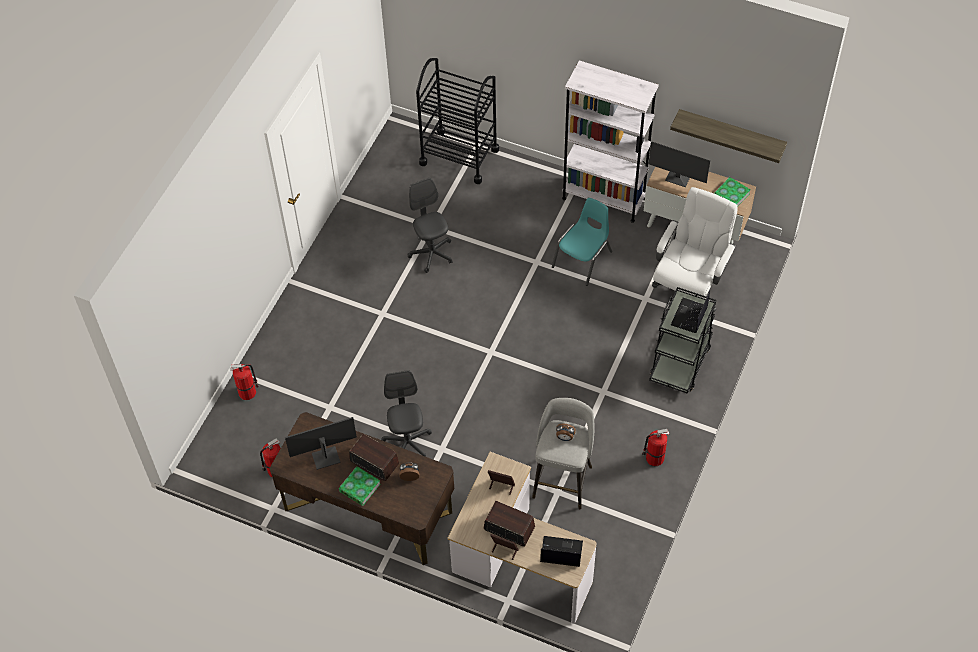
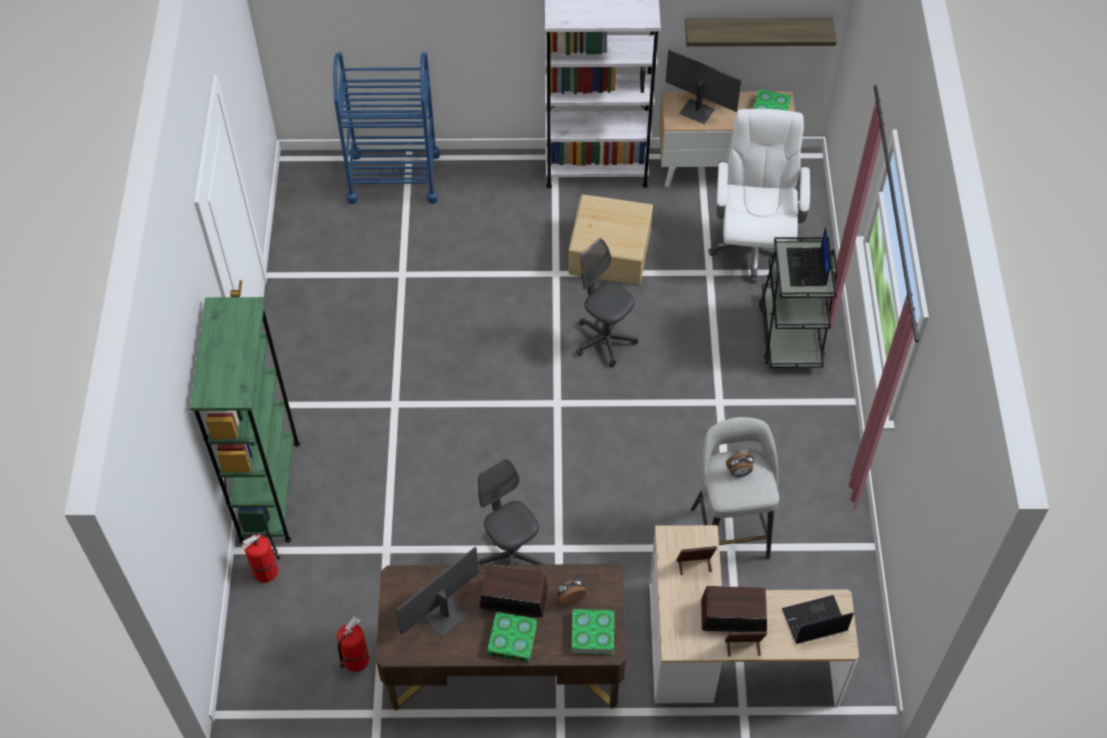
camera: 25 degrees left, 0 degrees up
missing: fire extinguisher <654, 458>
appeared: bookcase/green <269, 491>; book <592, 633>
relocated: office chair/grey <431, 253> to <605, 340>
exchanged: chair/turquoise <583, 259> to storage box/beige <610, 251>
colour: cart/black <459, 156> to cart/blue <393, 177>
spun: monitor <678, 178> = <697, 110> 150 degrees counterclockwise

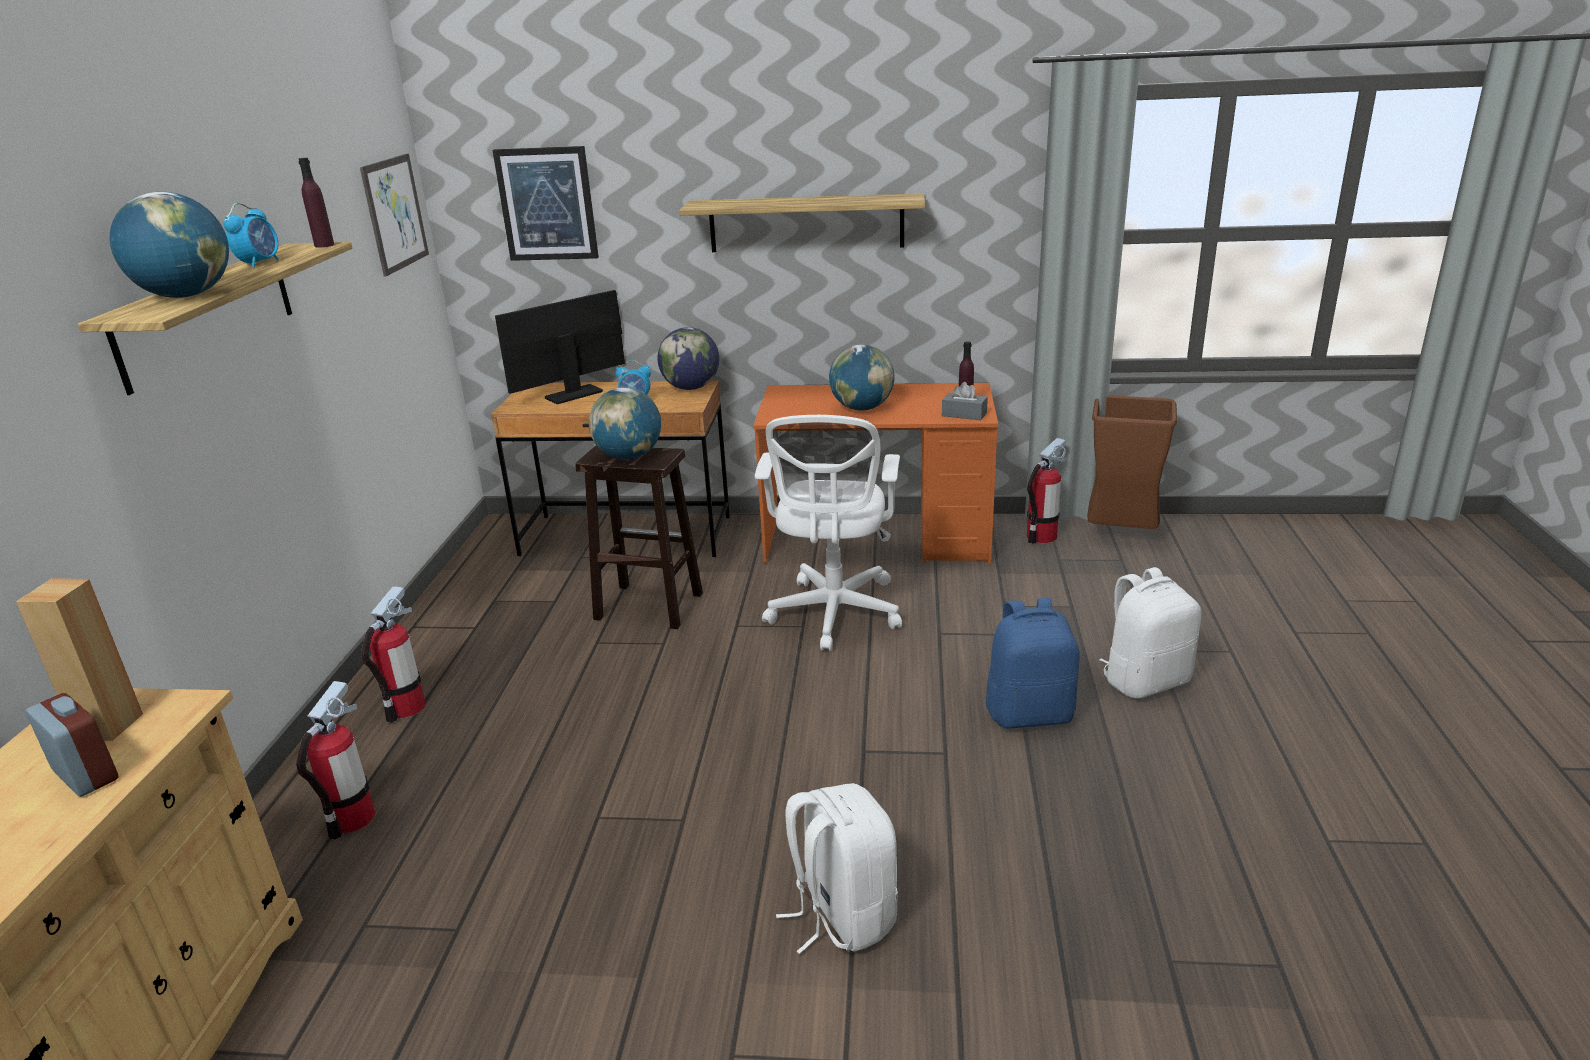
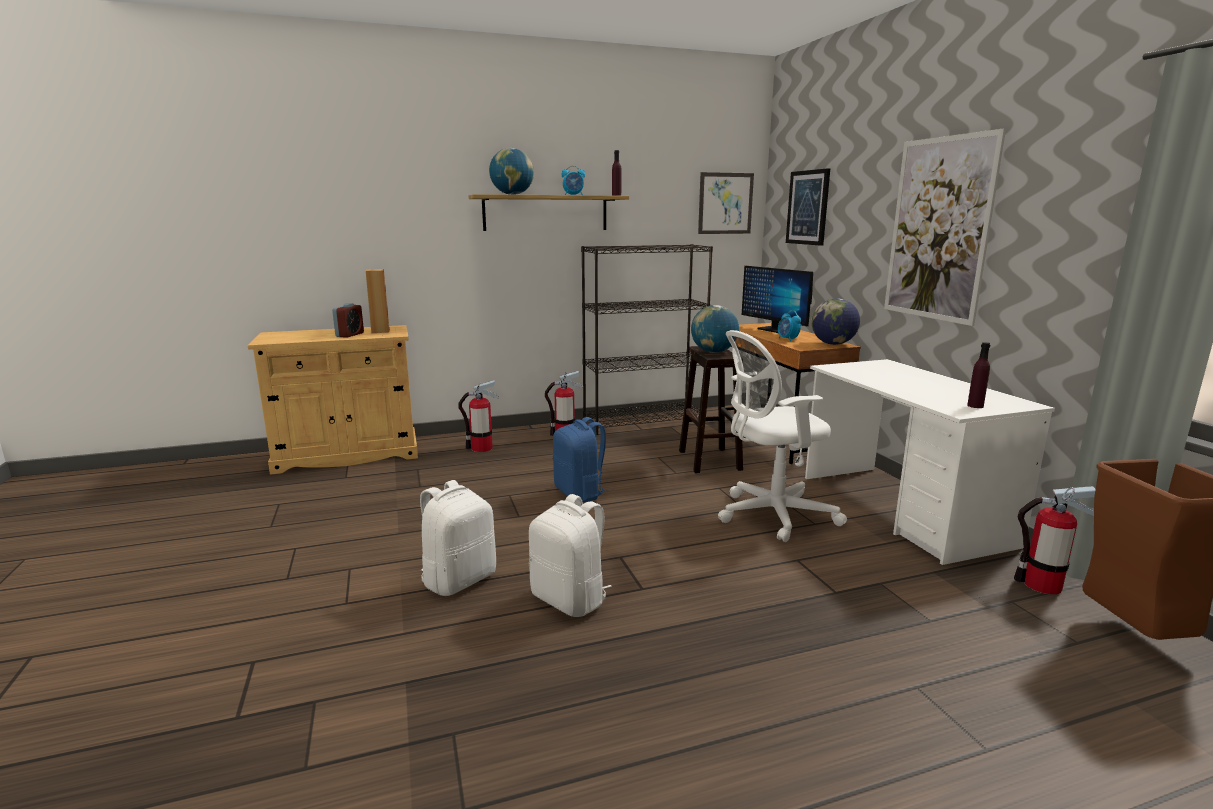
camera: 65 degrees right, 10 degrees down
missing: globe <862, 408>; tissue box/grey <964, 414>
appeared: bookcase/black <644, 422>
relocated: backpack/blue <1030, 713> to <580, 493>; backpack/white <1145, 680> to <570, 599>
exchanged: shelf <806, 223> to picture <938, 229>
colour: desk/orange <877, 540> to desk/white <901, 510>
spun: monitor <574, 394> = <775, 330> 150 degrees counterclockwise

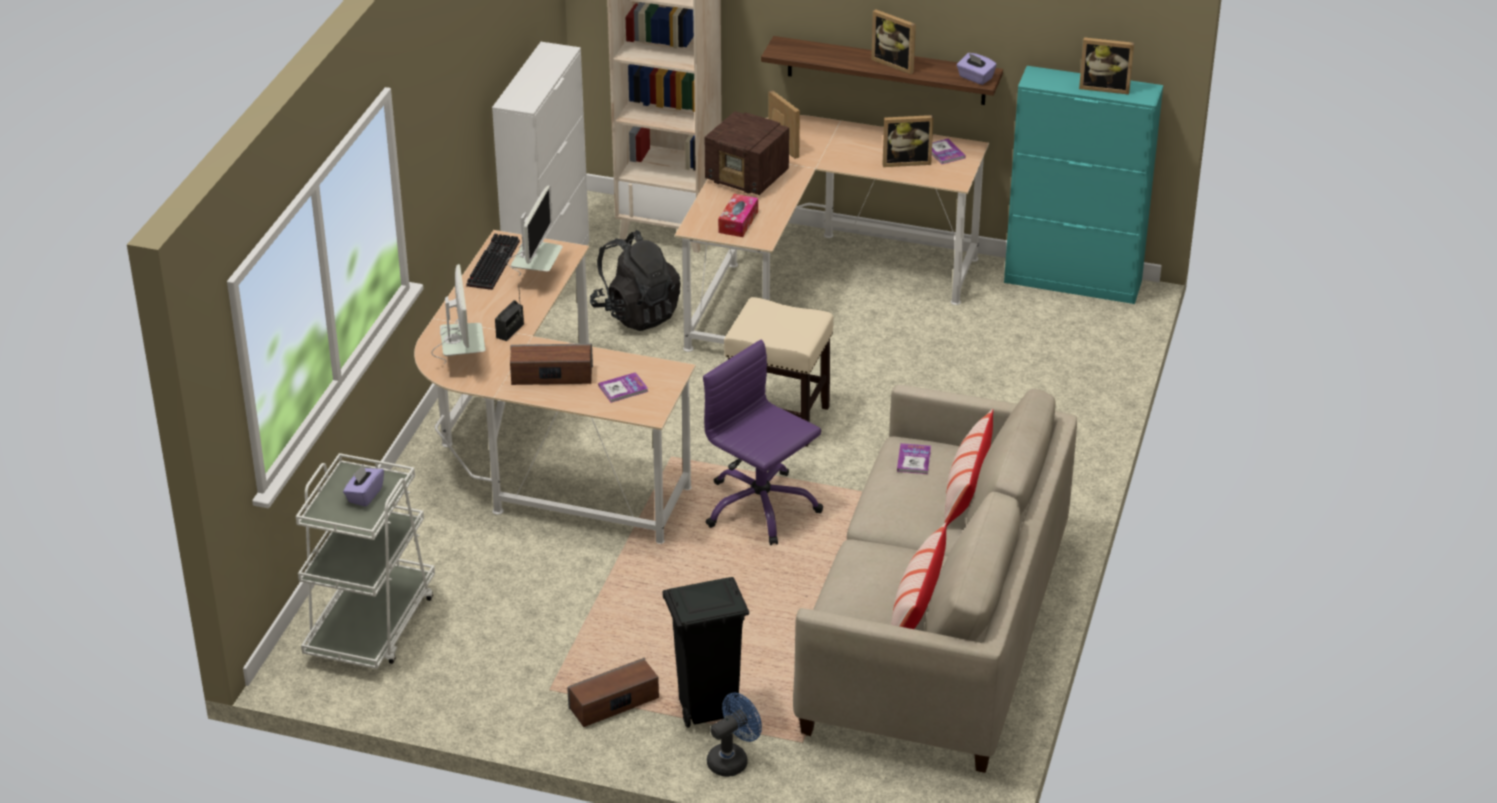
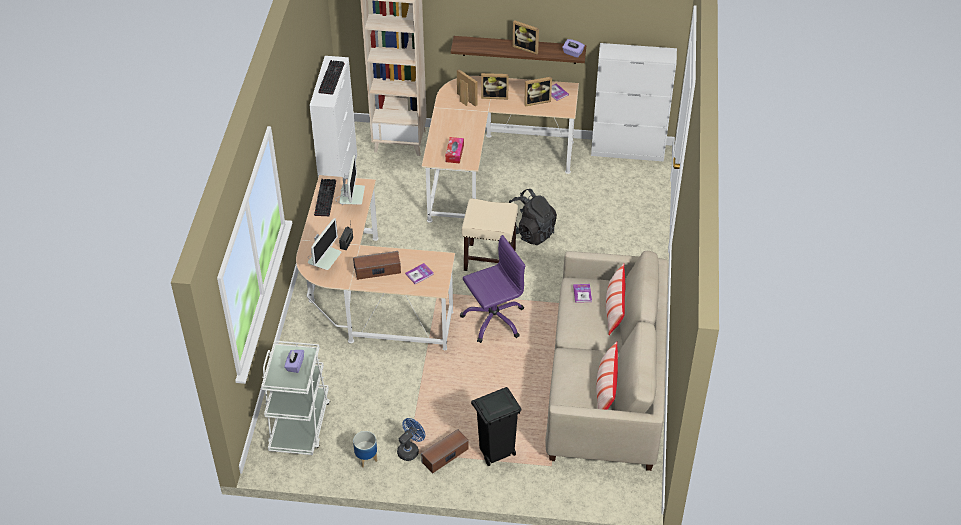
camera: 10 degrees left, 10 degrees up
missing: radio <748, 178>
appeared: keyboard <330, 77>; planter <366, 458>
relocated: backpack/black <636, 313> to <530, 232>; fan/blue <732, 759> to <410, 449>; picture frame <1104, 87> to <494, 96>
colour: cabinet/turquoise <1073, 282> to cabinet/white <628, 151>
spun: monitor <462, 361> = <325, 267> 45 degrees clockwise; office chair/purple <760, 507> = <493, 319> 120 degrees clockwise

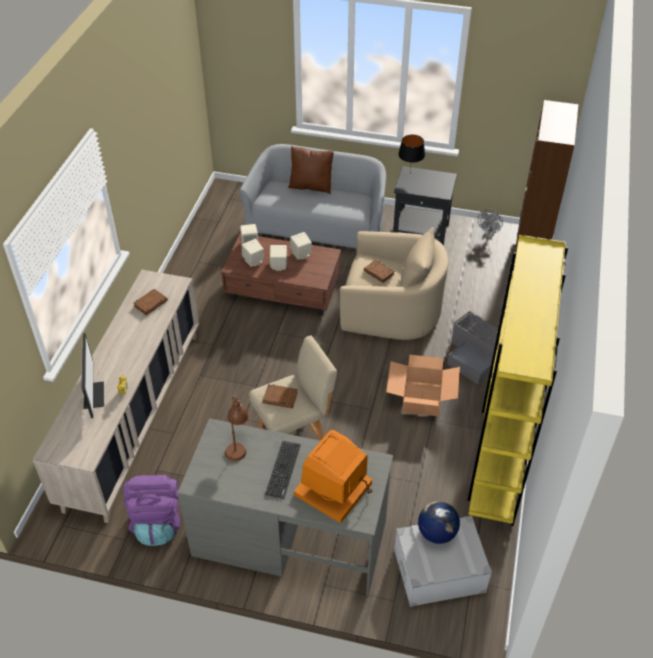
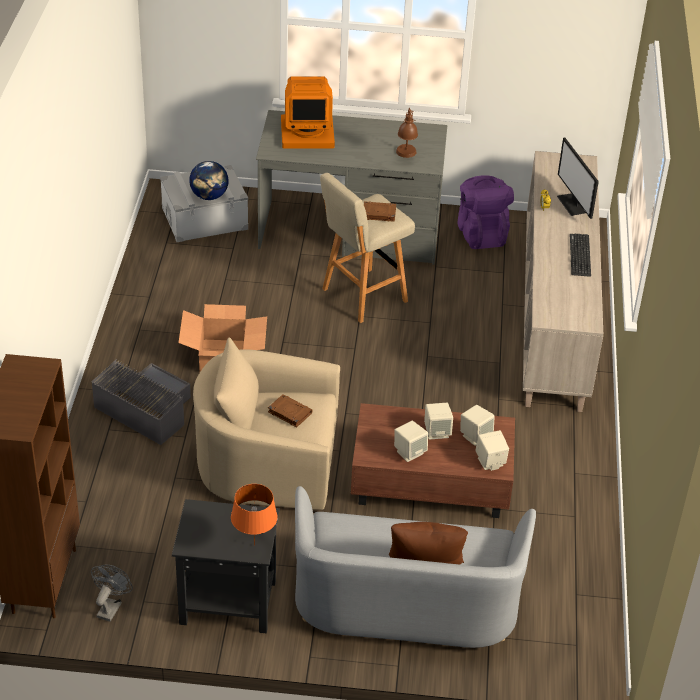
camera: 170 degrees right, 5 degrees down
missing: book/brown <151, 303>; bookcase/yellow <498, 459>
relocated: keyboard <283, 469> to <580, 255>
colour: table lamp/black <410, 174> to table lamp/orange <254, 545>
spun: monitor <334, 490> = <307, 133> 60 degrees clockwise

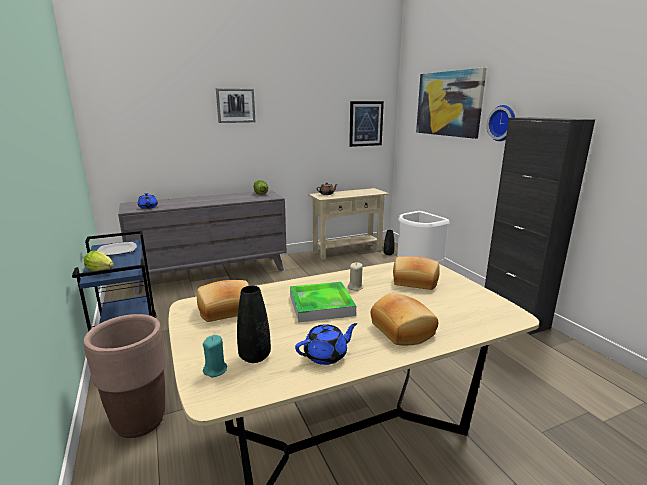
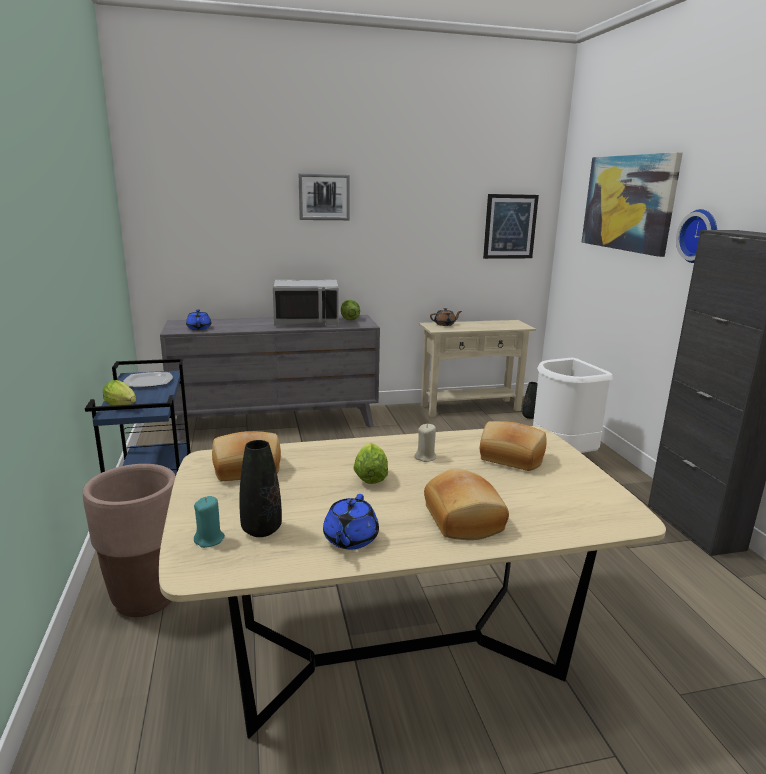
camera: 10 degrees right, 0 degrees up
appeared: microwave/grey <306, 322>
exchanged: tray <321, 305> to lettuce <370, 476>
spun: teapot/blue <326, 355> = <350, 539> 120 degrees clockwise

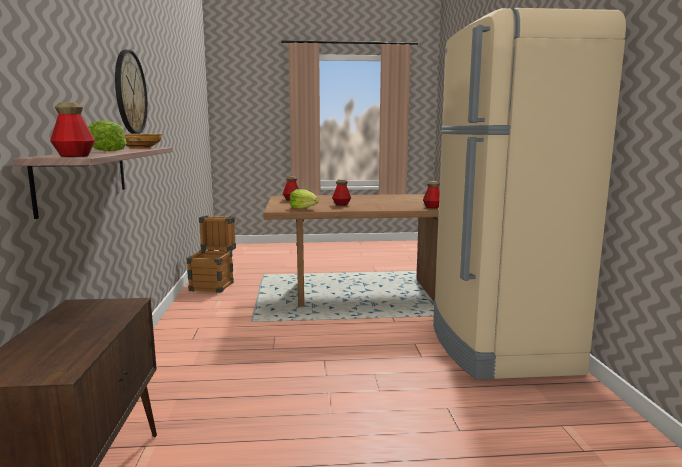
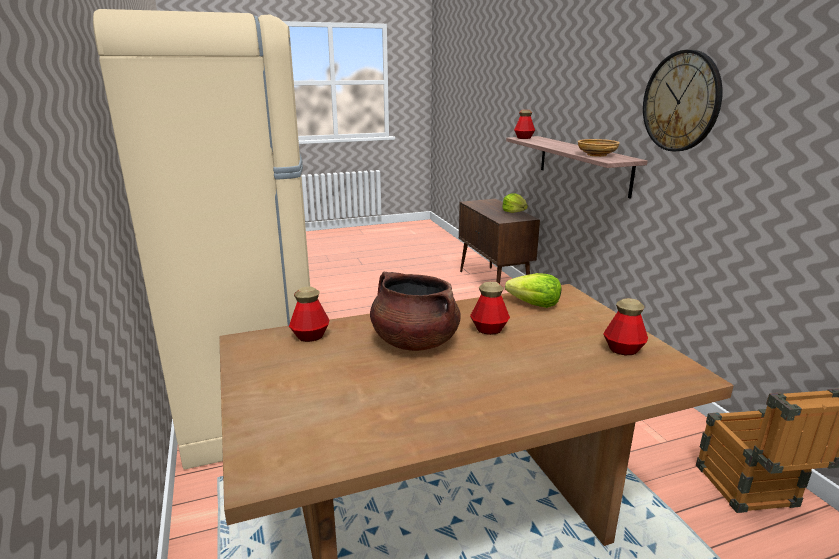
camera: 165 degrees right, 10 degrees up
appeared: cooking pot/brown <414, 342>
relocated: lettuce <108, 150> to <514, 212>

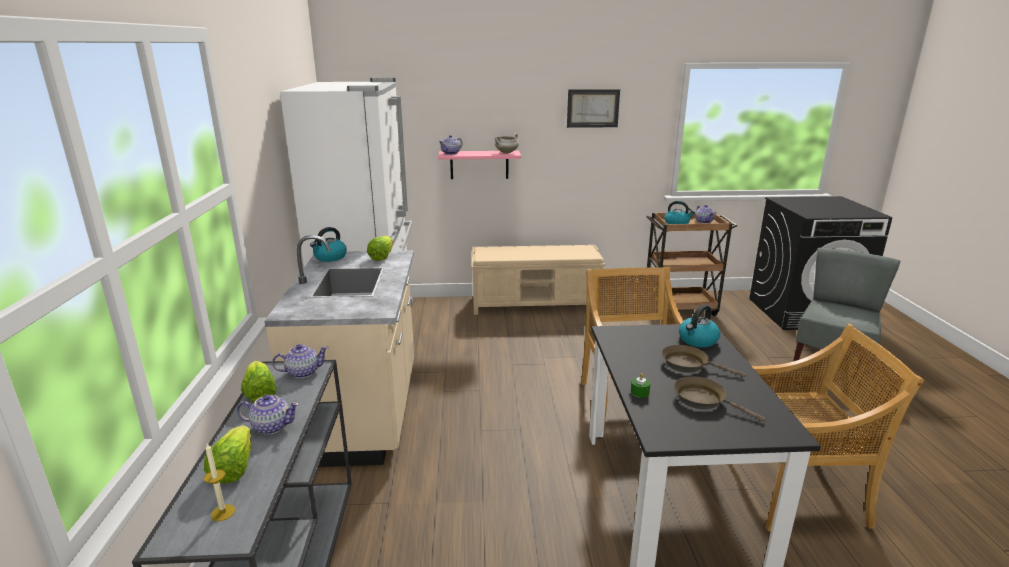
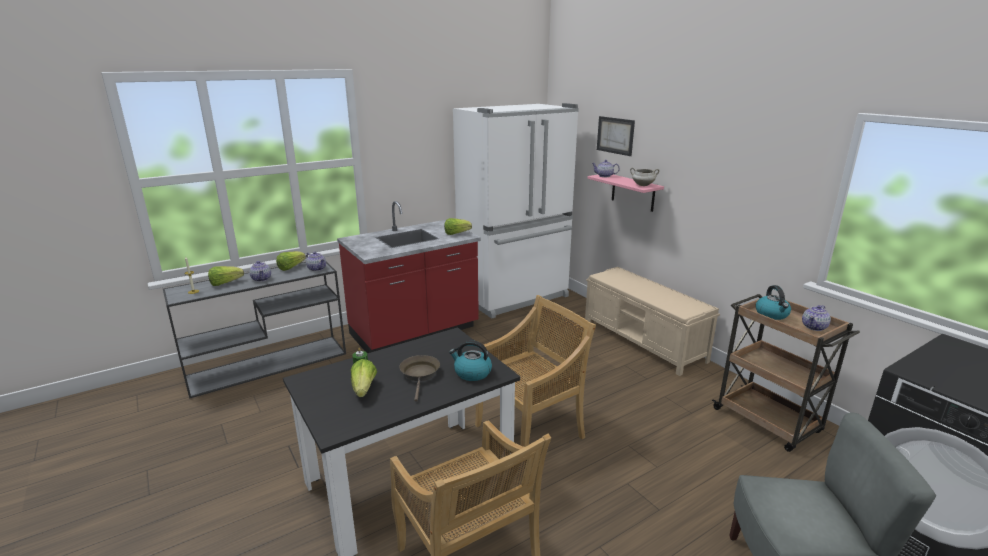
camera: 60 degrees right, 0 degrees up
missing: kettle <330, 257>
relocated: picture <593, 108> to <615, 135>
exchanged: frying pan/brown <703, 400> to lettuce <364, 389>
colour: counter/beige <363, 412> to counter/red <414, 332>

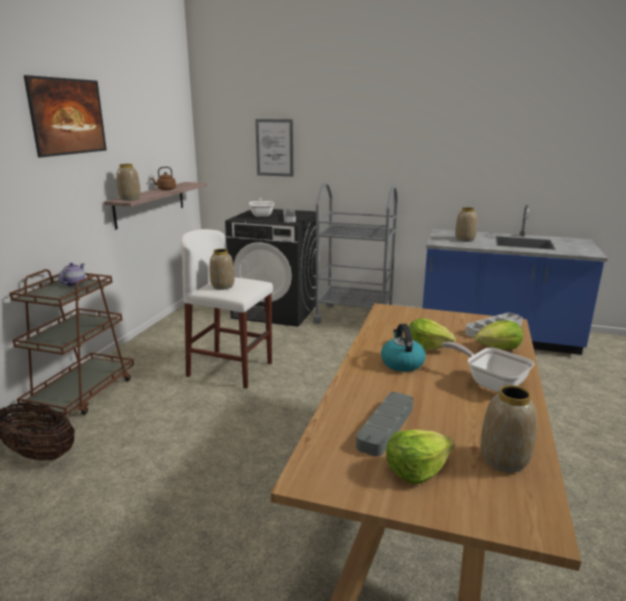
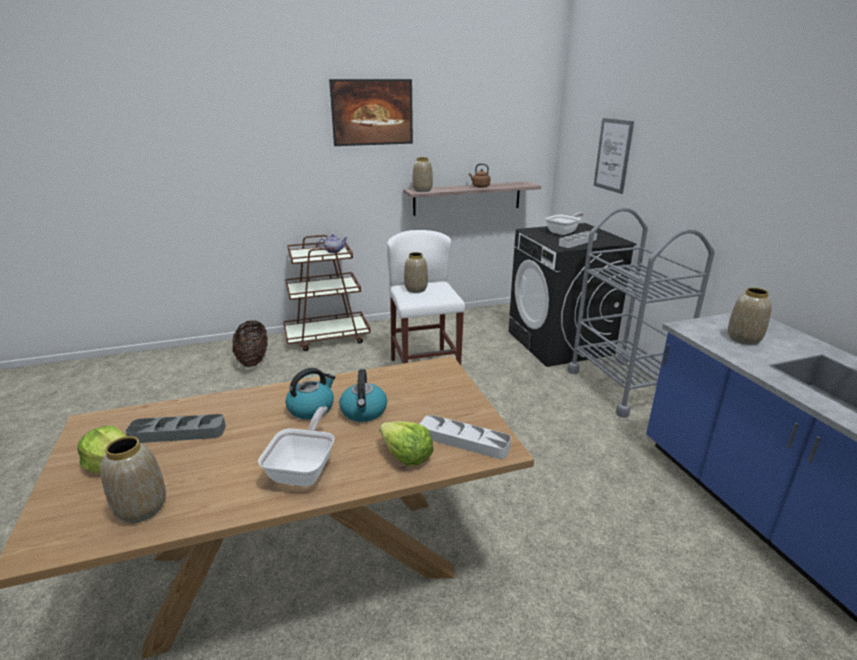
camera: 55 degrees right, 5 degrees up
exchanged: lettuce <427, 347> to kettle <364, 412>

